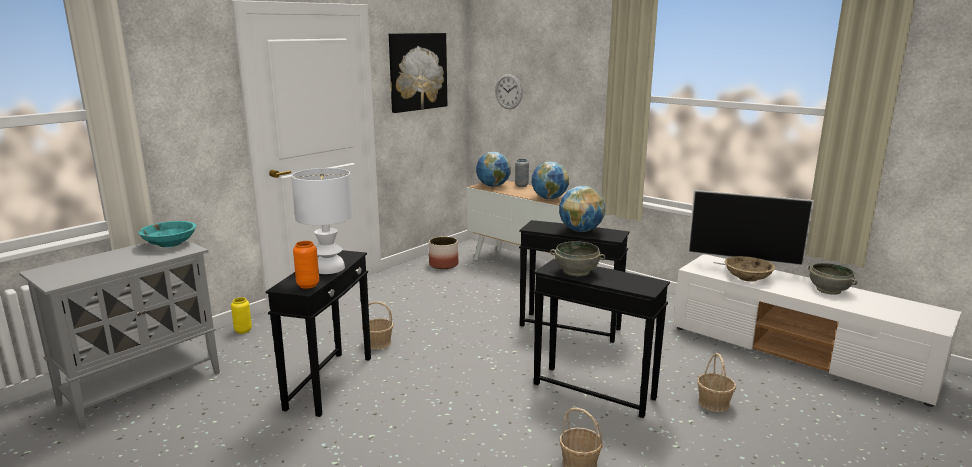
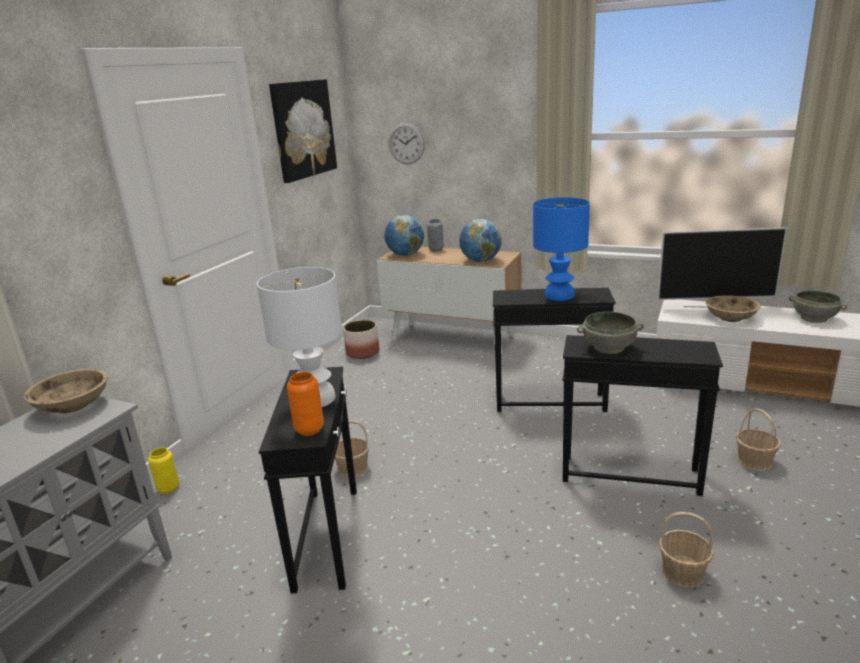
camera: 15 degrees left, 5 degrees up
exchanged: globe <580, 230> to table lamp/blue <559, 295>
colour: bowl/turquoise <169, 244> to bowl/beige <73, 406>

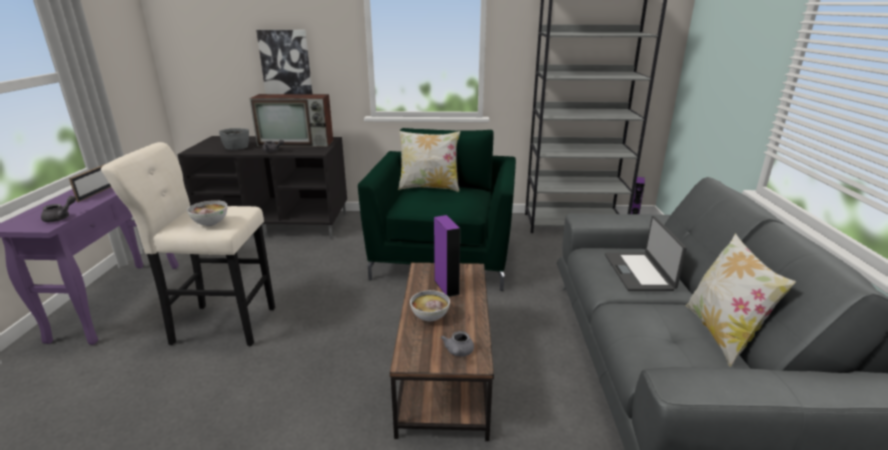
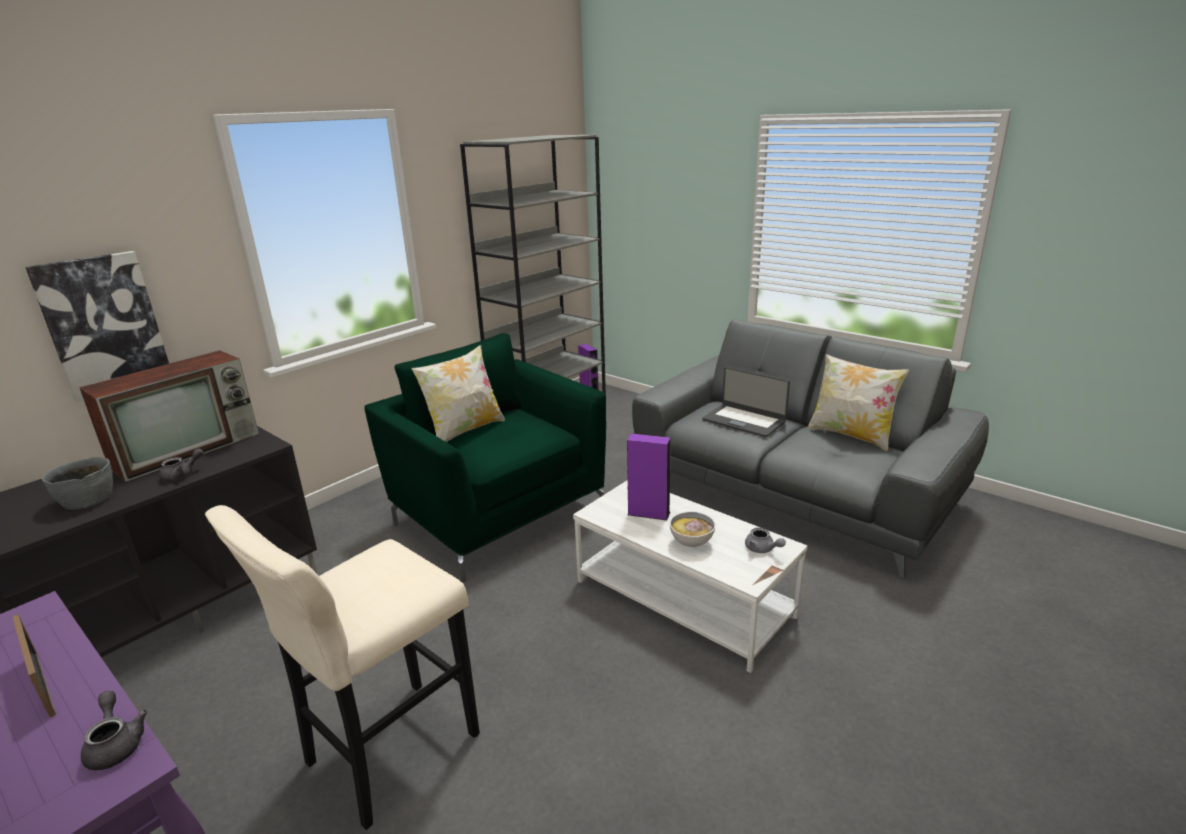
camera: 50 degrees left, 0 degrees up
missing: bowl <210, 223>
colour: coffee table/brown <445, 369> to coffee table/white <684, 598>

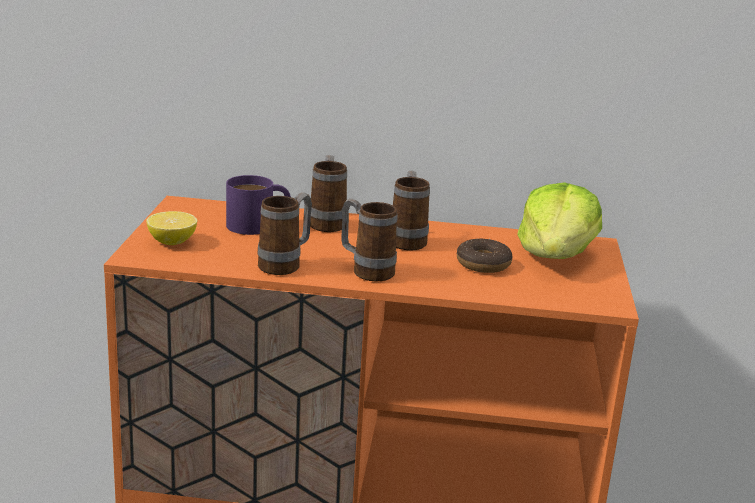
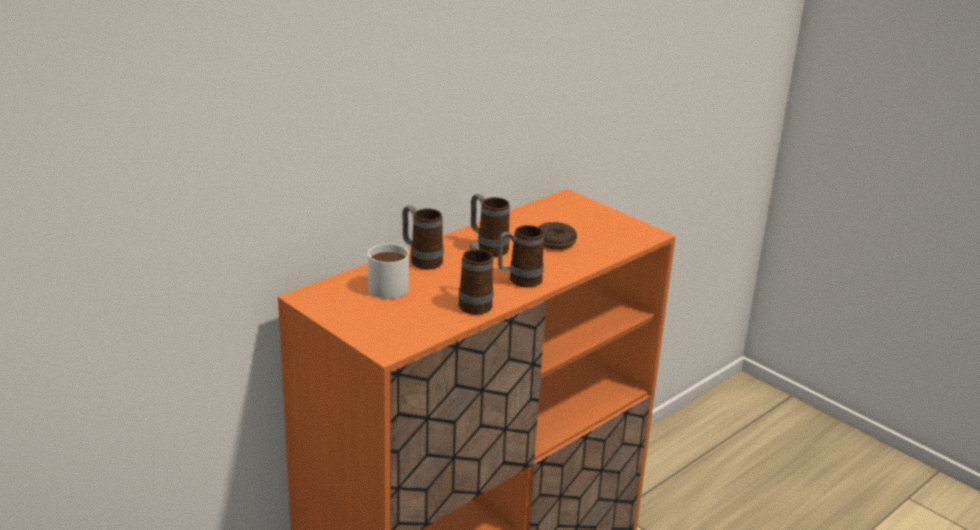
camera: 50 degrees left, 5 degrees up
missing: lemon <172, 242>; lettuce <556, 256>
colour: mug/purple <258, 224> to mug/white <391, 284>

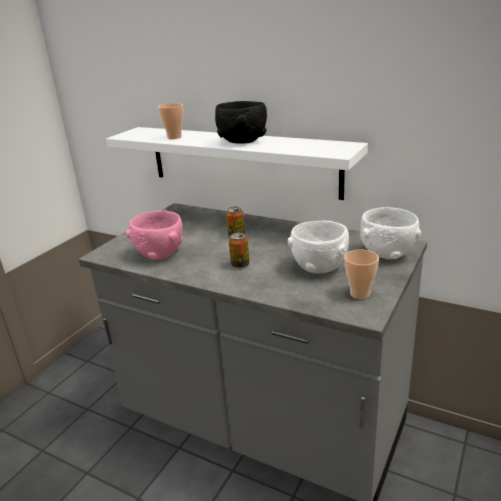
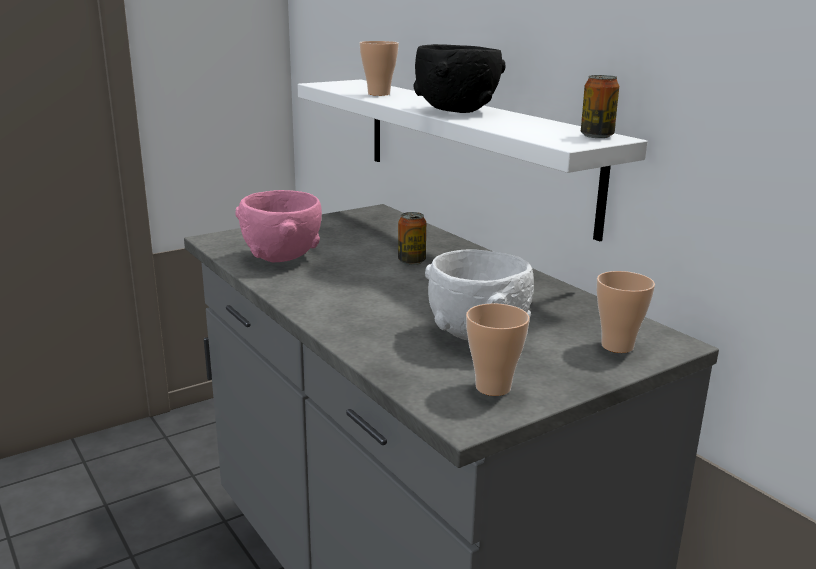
camera: 25 degrees right, 5 degrees down
relocated: can <240, 265> to <596, 136>
exchanged: bowl/white <387, 254> to cup <617, 346>

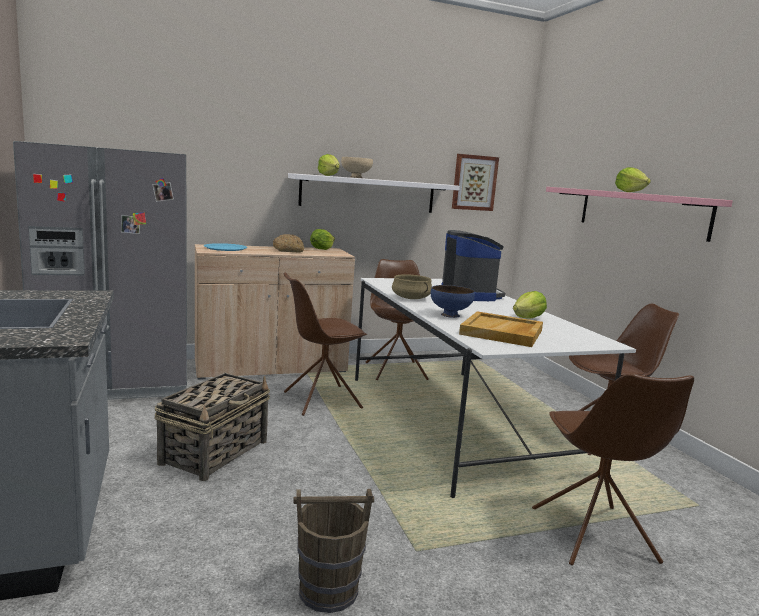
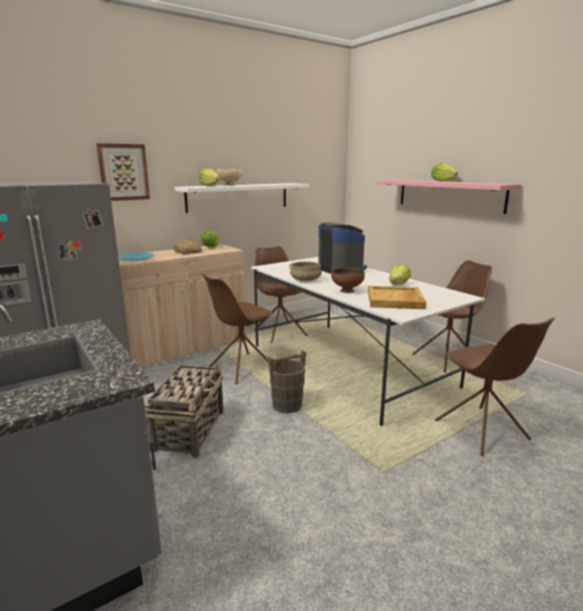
camera: 15 degrees left, 5 degrees up
relocated: bucket/brown <329, 591> to <287, 405>; picture <474, 182> to <123, 172>
colour: bowl/blue <450, 315> to bowl/brown <347, 291>

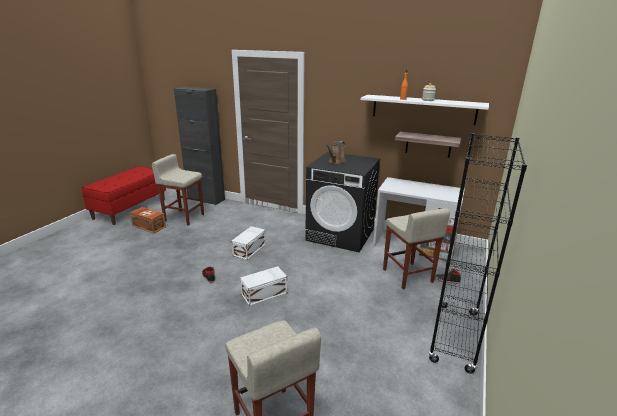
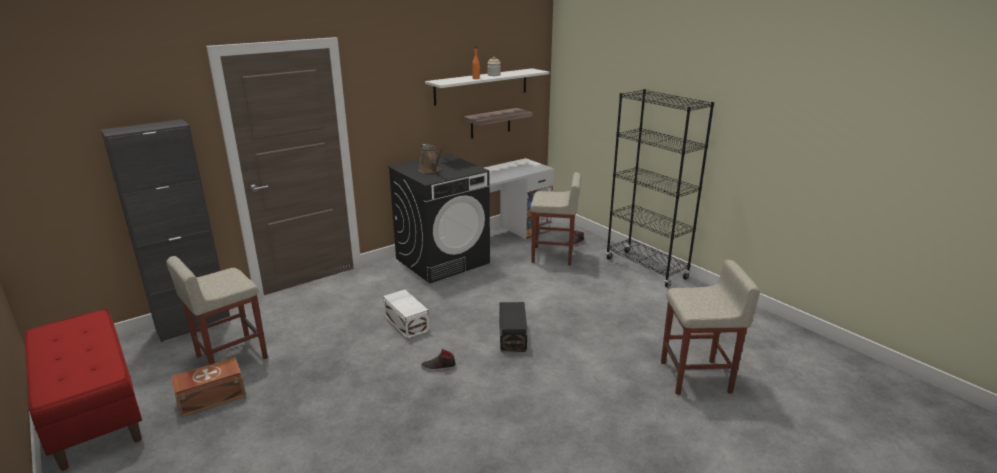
camera: 60 degrees left, 0 degrees up
colour: storage box/white <265, 294> to storage box/black <513, 336>

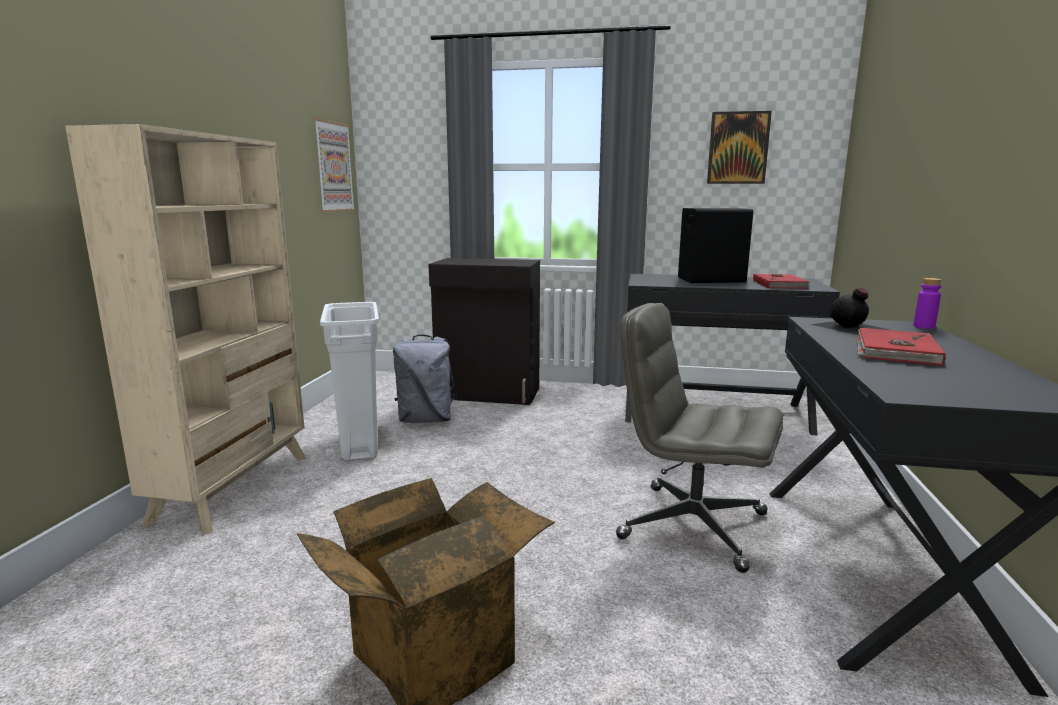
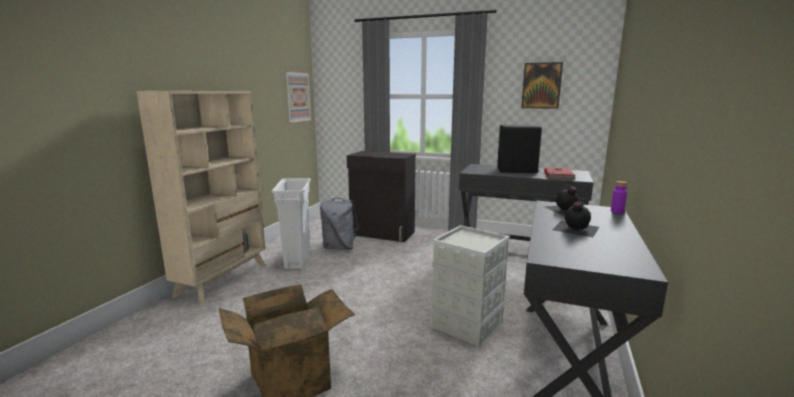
camera: 10 degrees right, 0 degrees up
exchanged: office chair/grey <691, 525> to storage box/grey <466, 324>; book/red <894, 351> to bottle/black <575, 228>

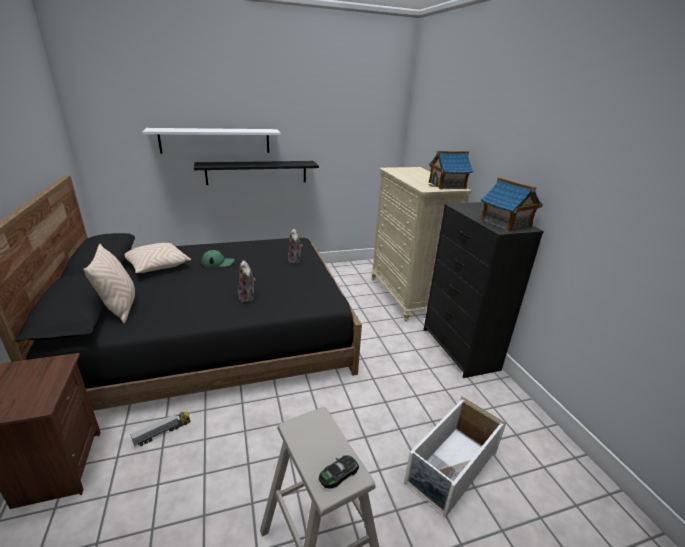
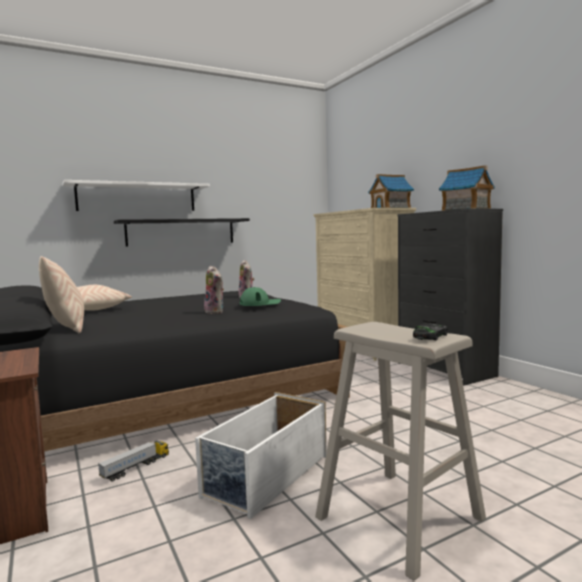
camera: 10 degrees left, 20 degrees down
relocated: cap/green <218, 262> to <260, 303>; storage box/white <450, 468> to <266, 476>

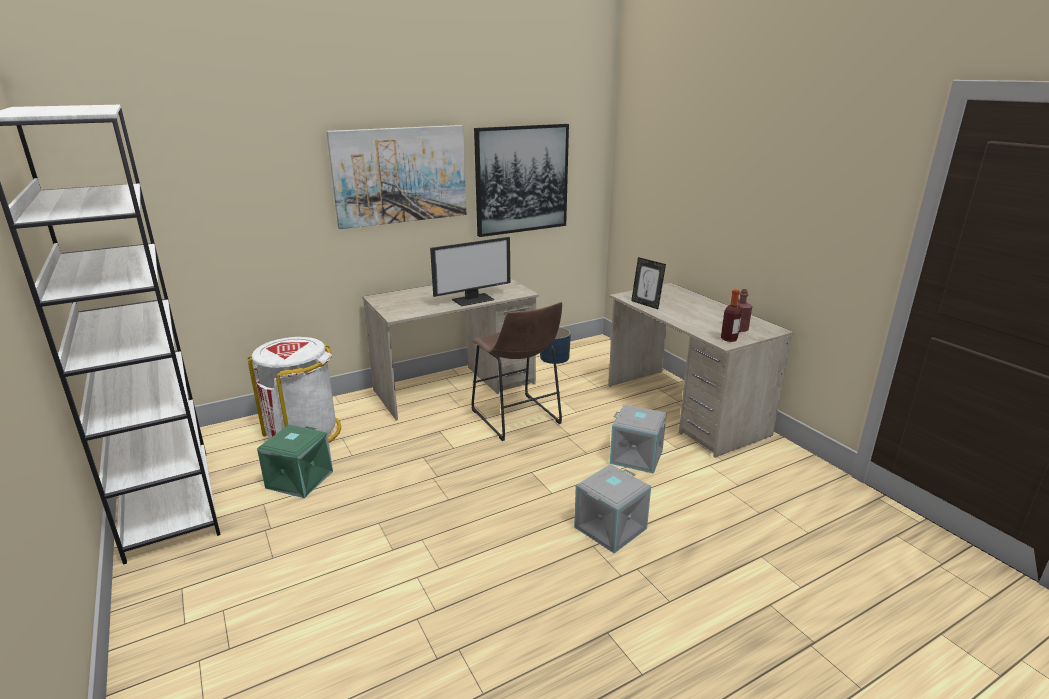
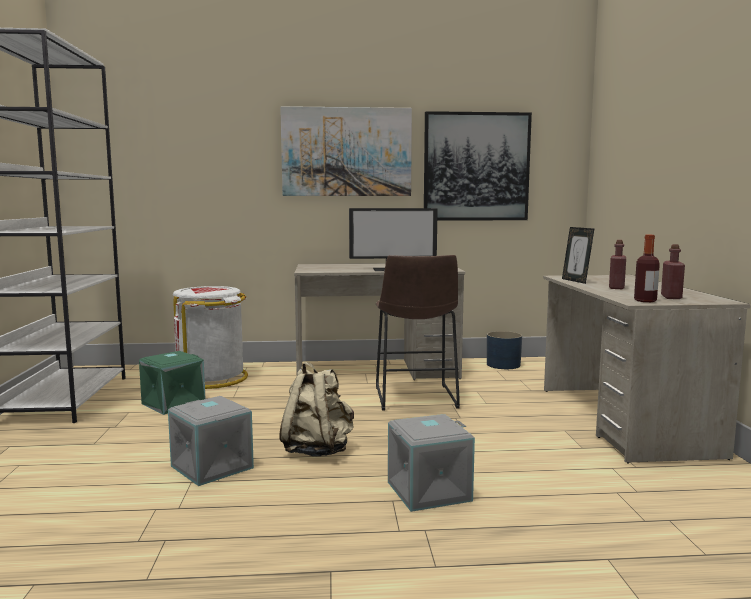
camera: 25 degrees right, 15 degrees down
appeared: backpack/beige <318, 450>; bottle/red <616, 287>
relocated: storage box/grey <637, 456> to <213, 467>

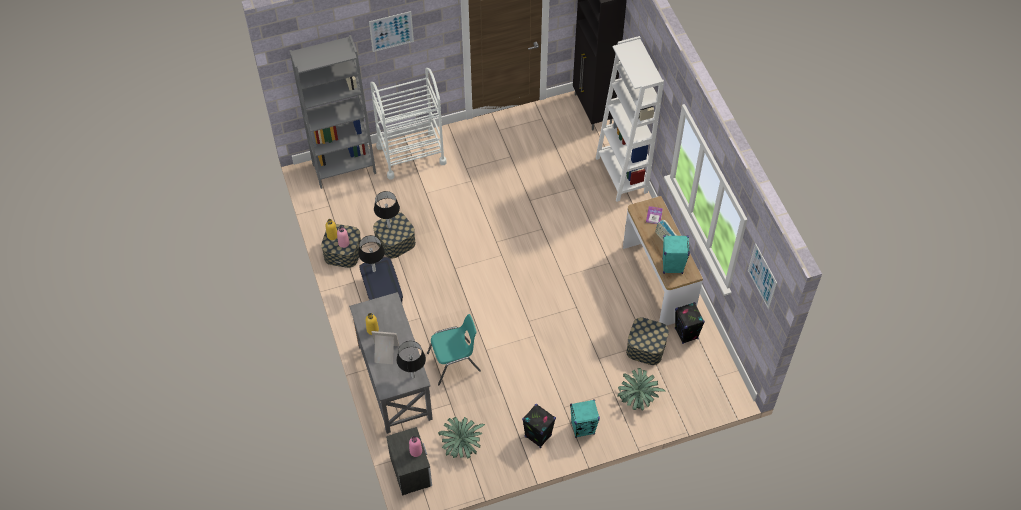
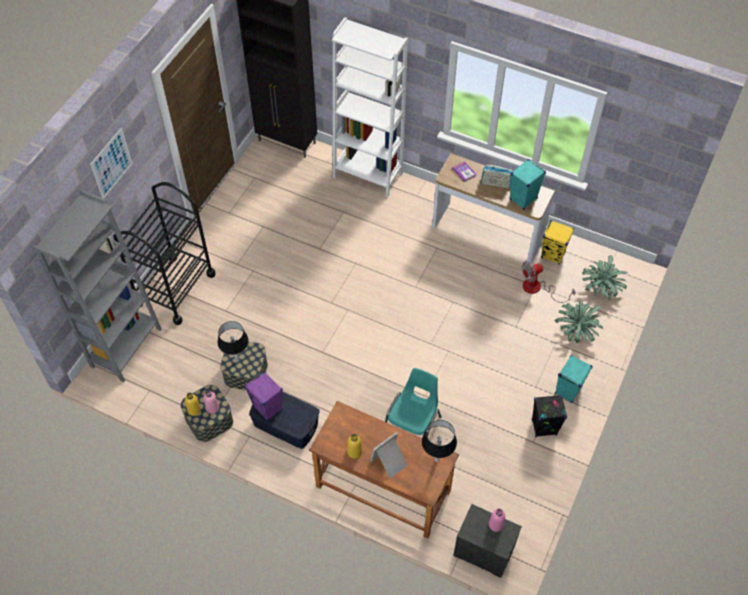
camera: 45 degrees left, 0 degrees up
missing: picture <762, 276>
relocated: potted plant <461, 444> to <601, 288>
exchanged: table lamp/black <374, 270> to speaker/purple <268, 408>; storage box <646, 347> to fan <538, 289>
colour: desk/grey <394, 382> to desk/brown <382, 489>; cart/white <411, 154> to cart/black <175, 289>; speaker/black <686, 334> to speaker/yellow <553, 255>

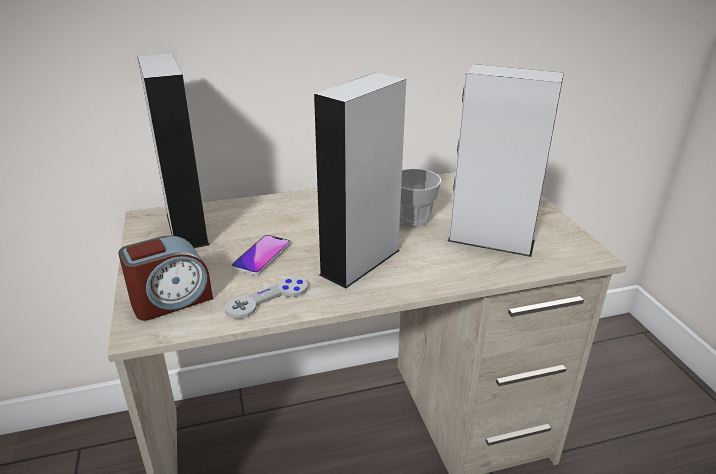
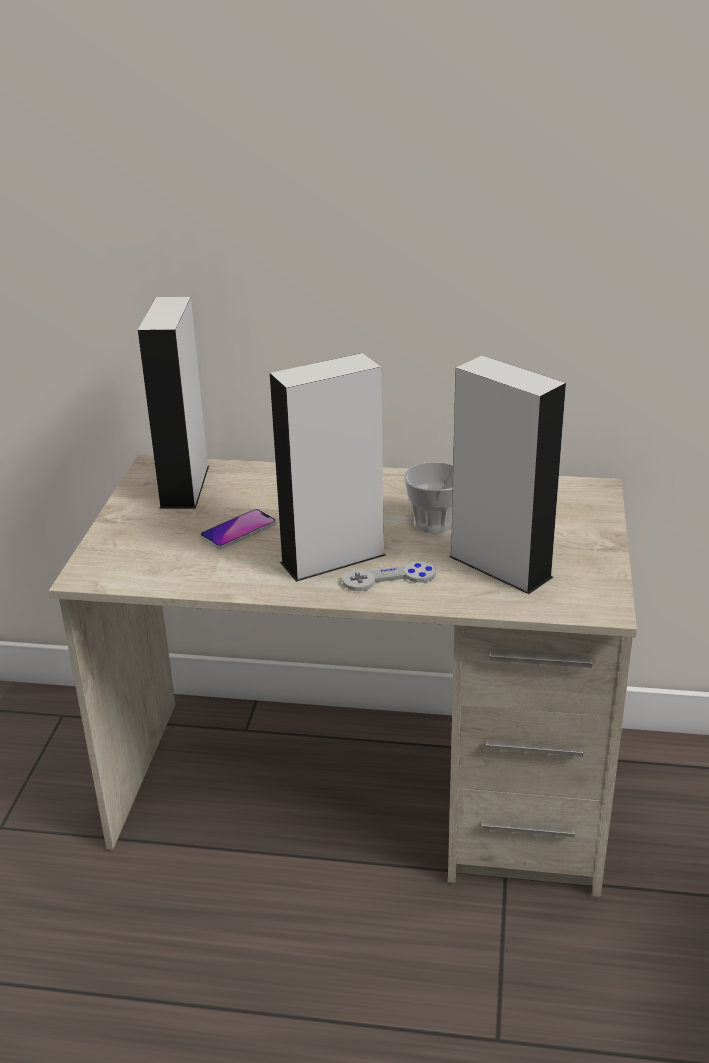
camera: 25 degrees right, 0 degrees up
missing: alarm clock <171, 300>
relocated: game controller/grey <267, 299> to <389, 578>

